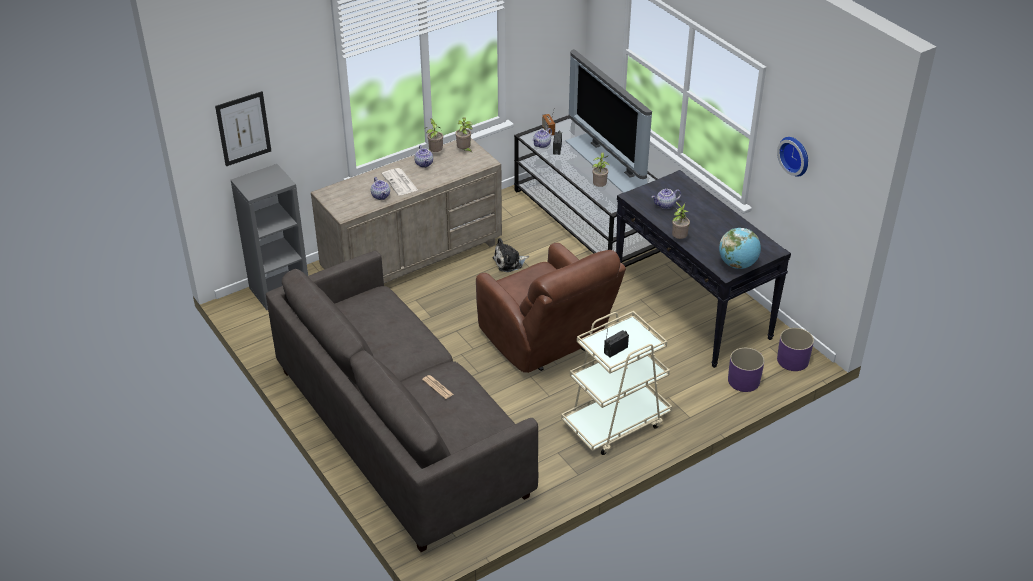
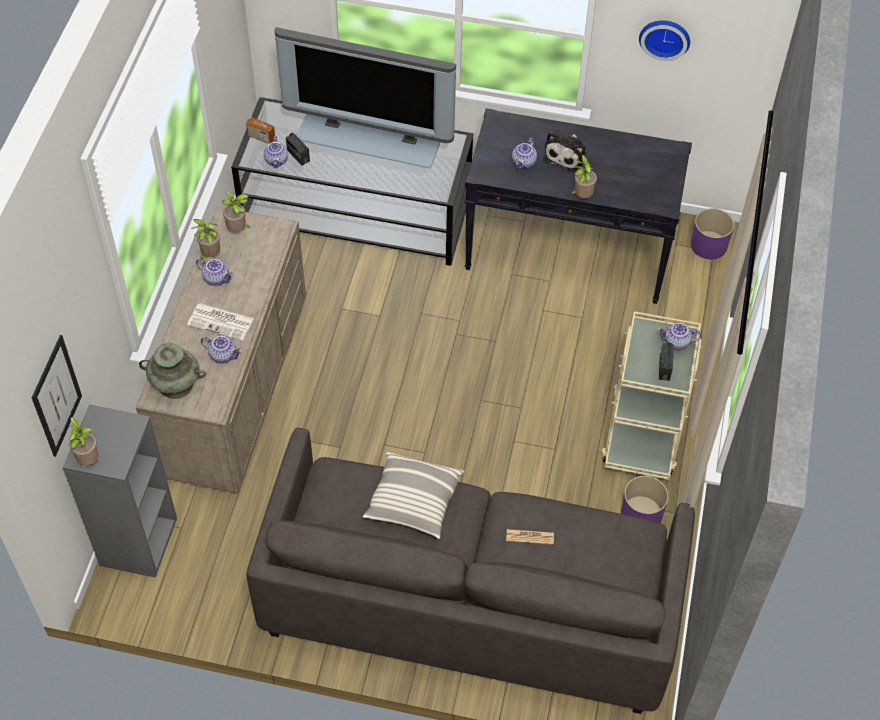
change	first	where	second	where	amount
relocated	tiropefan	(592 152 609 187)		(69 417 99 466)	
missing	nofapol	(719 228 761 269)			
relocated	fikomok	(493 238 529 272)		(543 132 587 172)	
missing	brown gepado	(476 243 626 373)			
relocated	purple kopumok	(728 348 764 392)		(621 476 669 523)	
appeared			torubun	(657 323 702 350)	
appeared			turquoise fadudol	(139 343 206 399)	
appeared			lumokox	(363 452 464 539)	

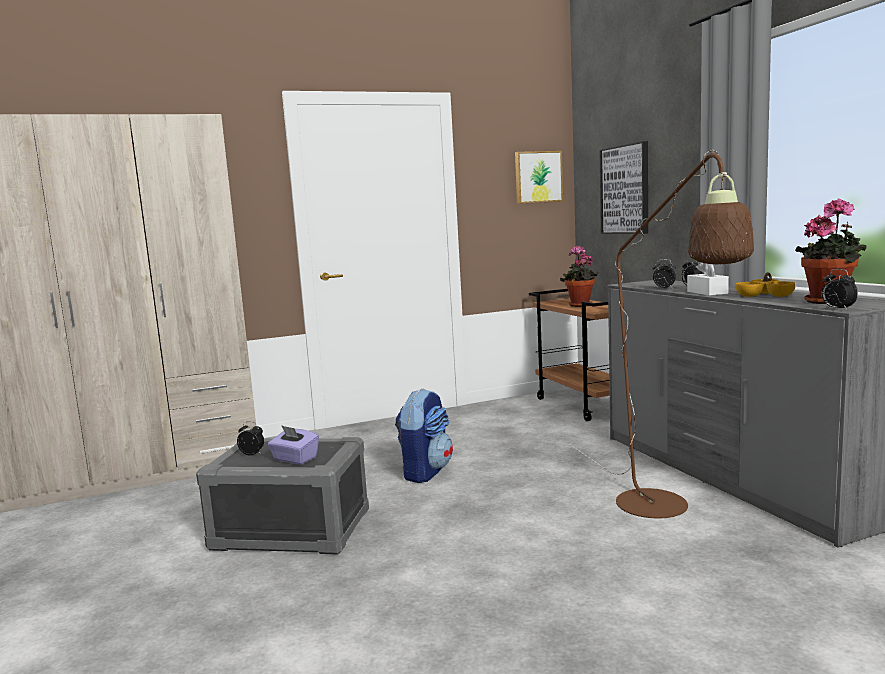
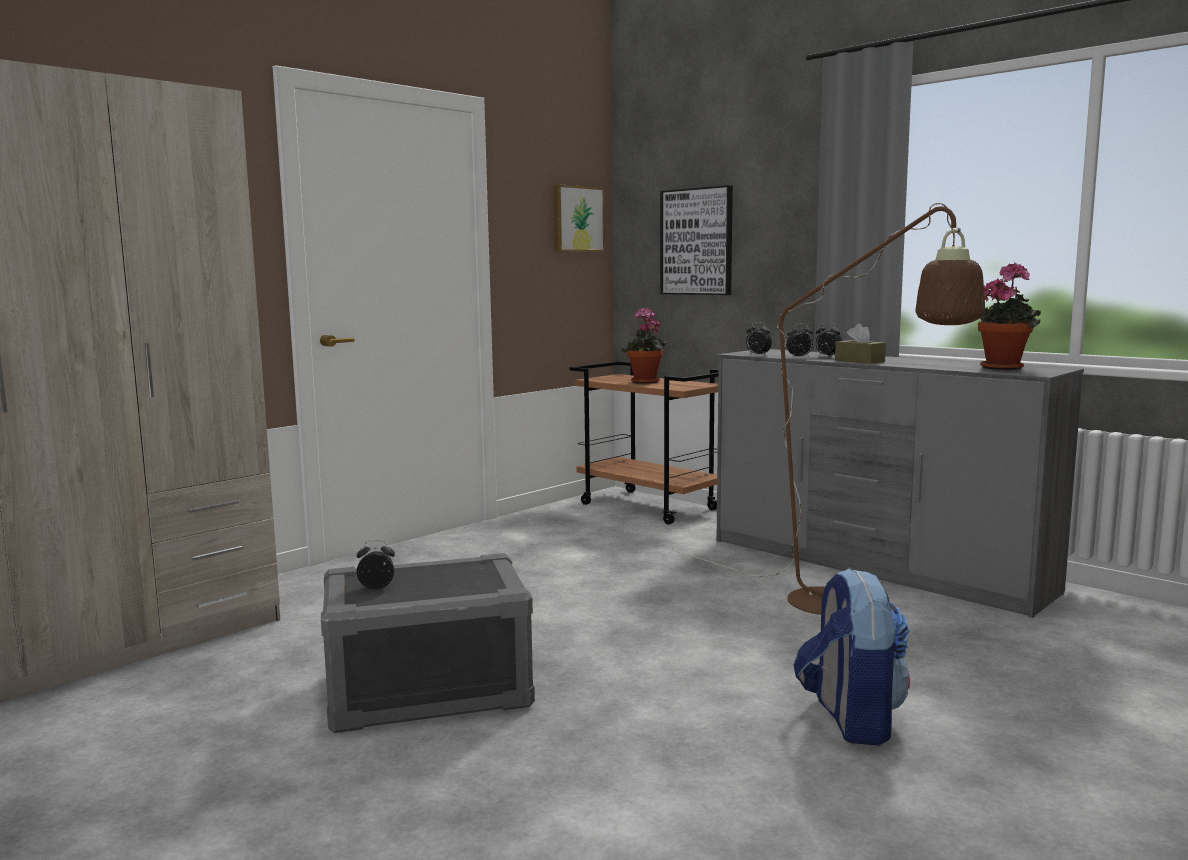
change	first	where	second	where	amount
colour	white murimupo	(687 262 729 296)	brown murimupo	(835 323 886 364)	
relocated	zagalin	(821 269 858 310)		(746 322 772 355)	
missing	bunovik	(736 272 796 297)			
relocated	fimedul	(395 388 453 483)		(794 568 910 745)	
missing	purple murimupo	(268 425 319 465)			

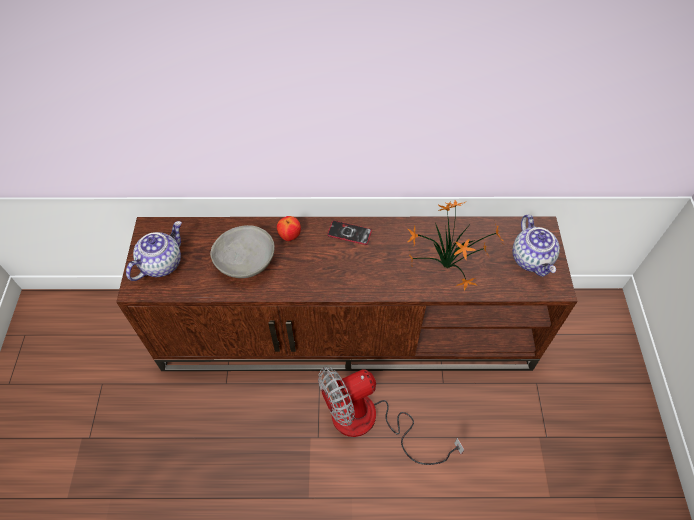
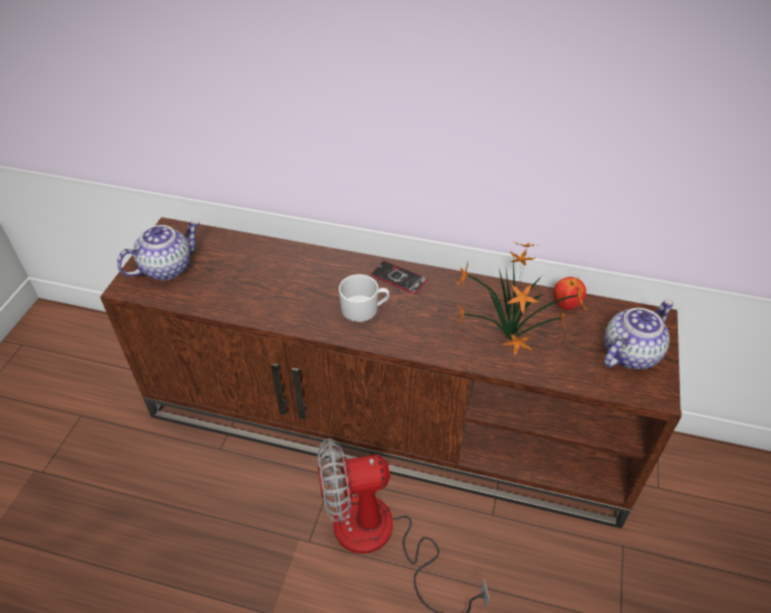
change	first	where	second	where	amount
spun	torubun	(512 215 560 277)		(604 300 674 369)	135 degrees counterclockwise
relocated	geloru	(277 216 301 241)		(554 277 586 310)	
missing	grey bunovik	(210 225 275 278)			
appeared			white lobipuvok	(339 274 390 322)	

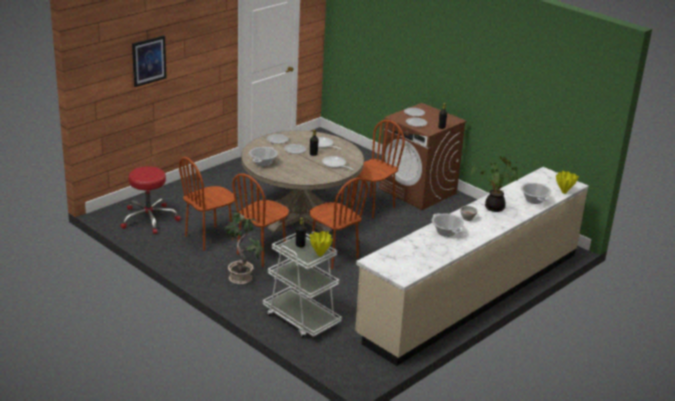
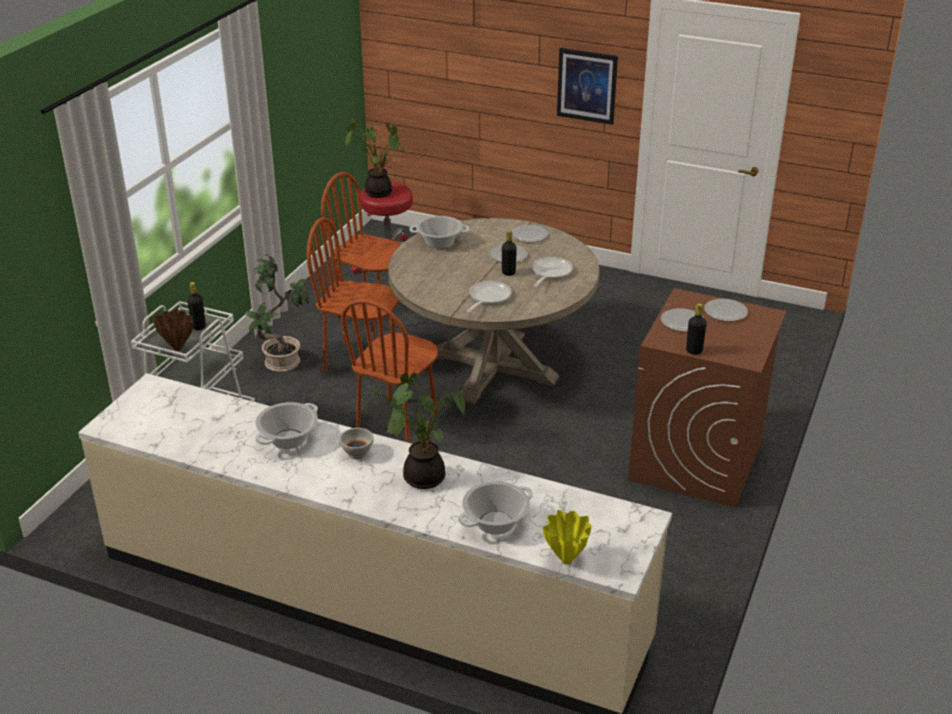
change	first	where	second	where	amount
relocated	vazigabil	(132 35 166 87)		(557 48 618 125)	
missing	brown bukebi	(350 120 405 219)			
colour	yellow fadudol	(309 231 333 256)	brown fadudol	(153 309 193 351)	
appeared			tiropefan	(346 118 407 198)	

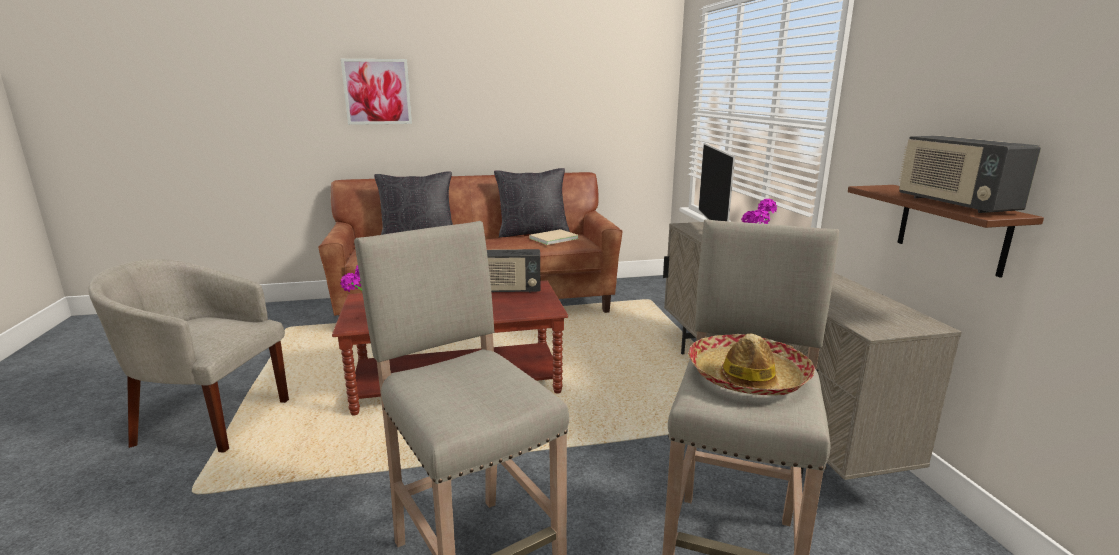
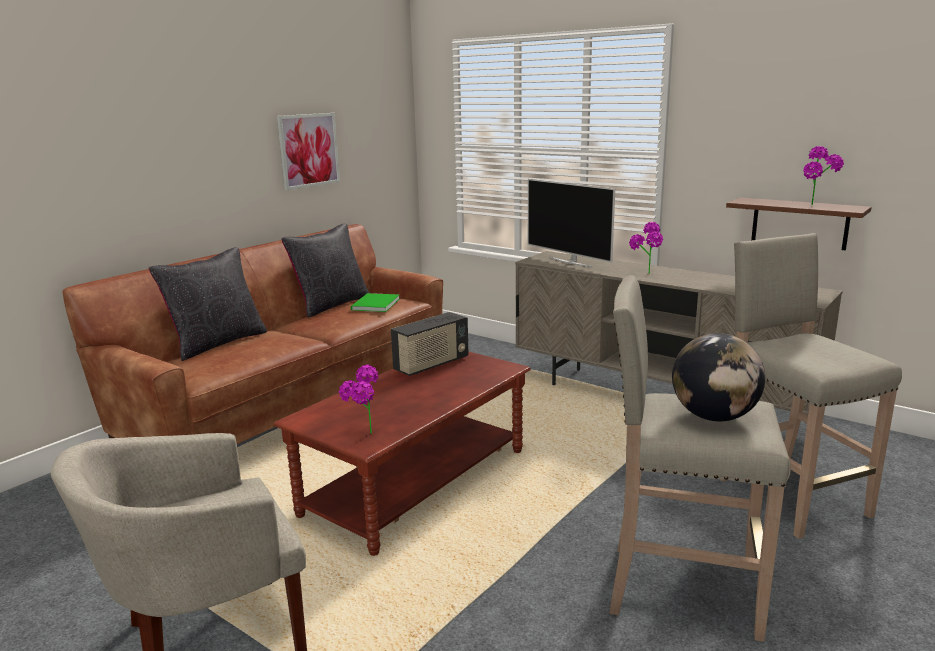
change	first	where	second	where	amount
relocated	vazigabil	(341 59 412 125)		(277 113 340 190)	
exchanged	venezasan	(899 136 1041 213)	tiropefan	(803 146 844 205)	
colour	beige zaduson	(529 229 578 245)	green zaduson	(351 293 399 312)	
missing	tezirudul	(688 334 815 395)			
appeared			nofapol	(672 333 765 421)	

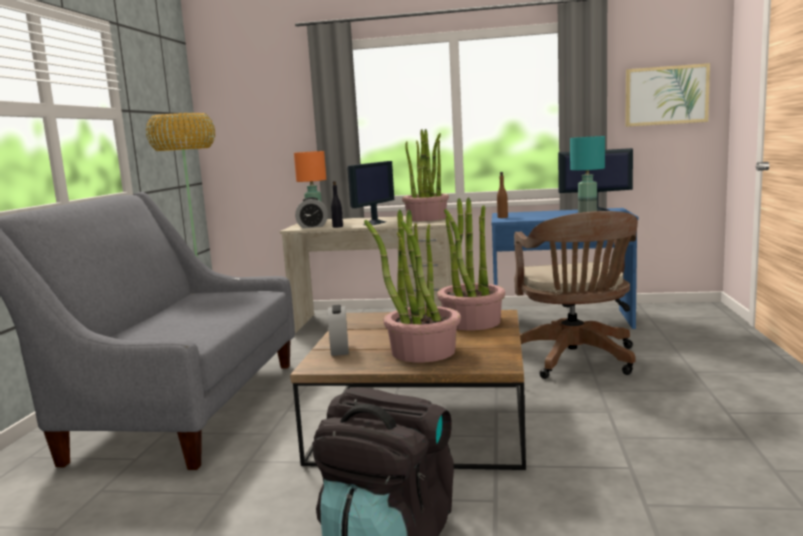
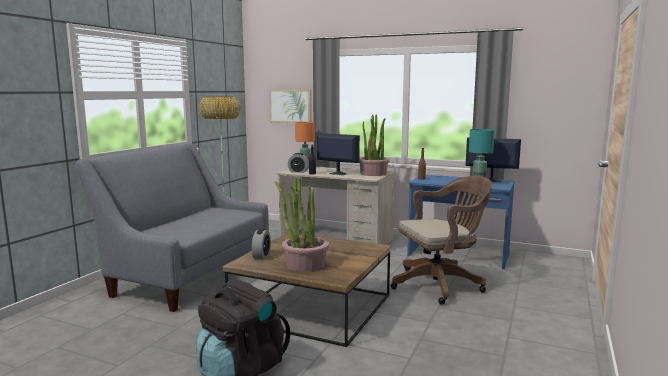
change	first	where	second	where	amount
relocated	vazigabil	(625 63 710 127)		(269 90 312 123)	
spun	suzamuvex	(347 161 394 225)		(317 133 360 175)	105 degrees counterclockwise
missing	tiropefan	(437 197 505 331)			
spun	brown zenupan	(514 211 638 379)		(391 176 492 304)	120 degrees counterclockwise

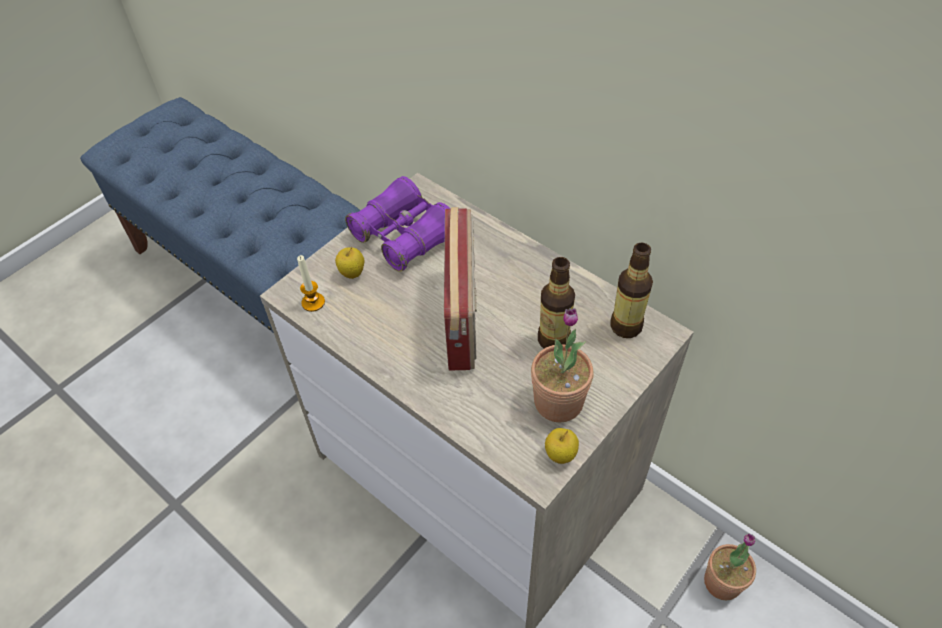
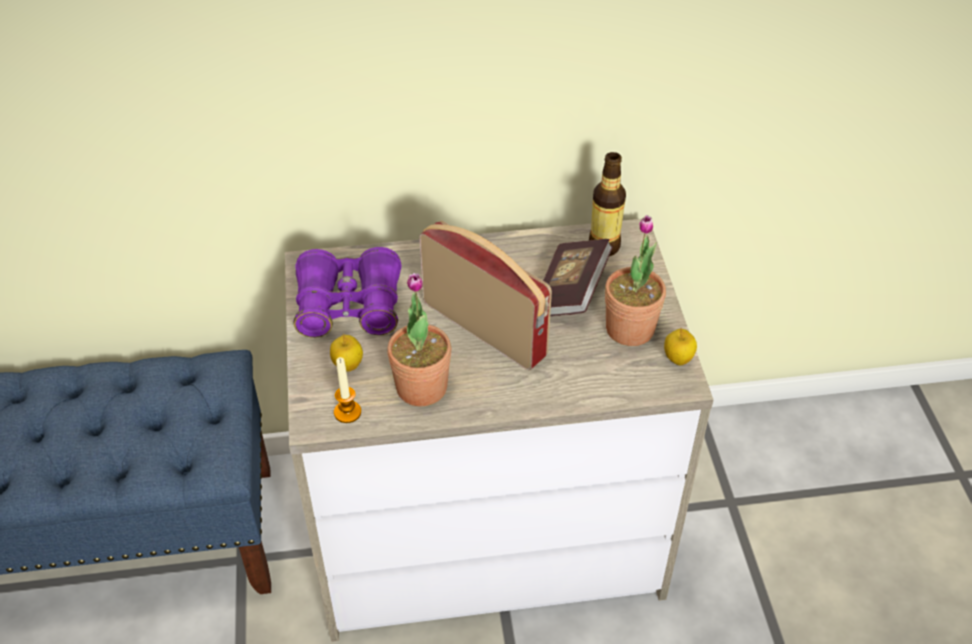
change	first	where	second	where	amount
exchanged	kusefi	(538 257 575 348)	zaduson	(543 239 613 316)	
relocated	tiropefan	(704 533 756 600)		(387 273 451 407)	

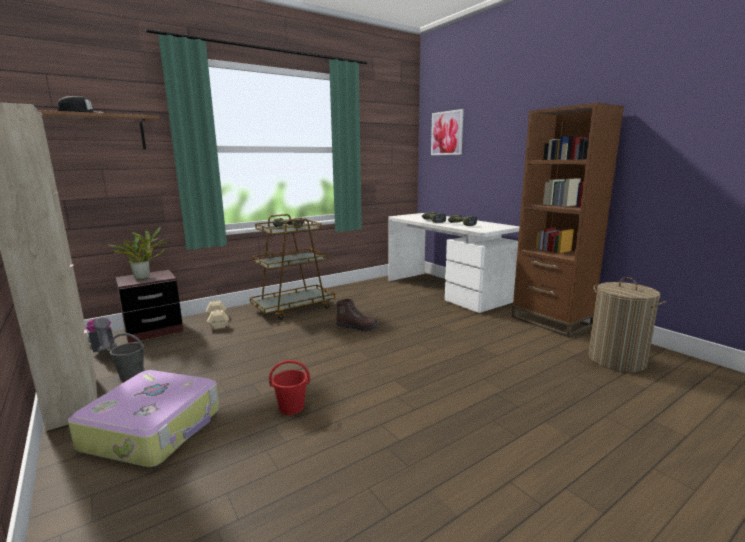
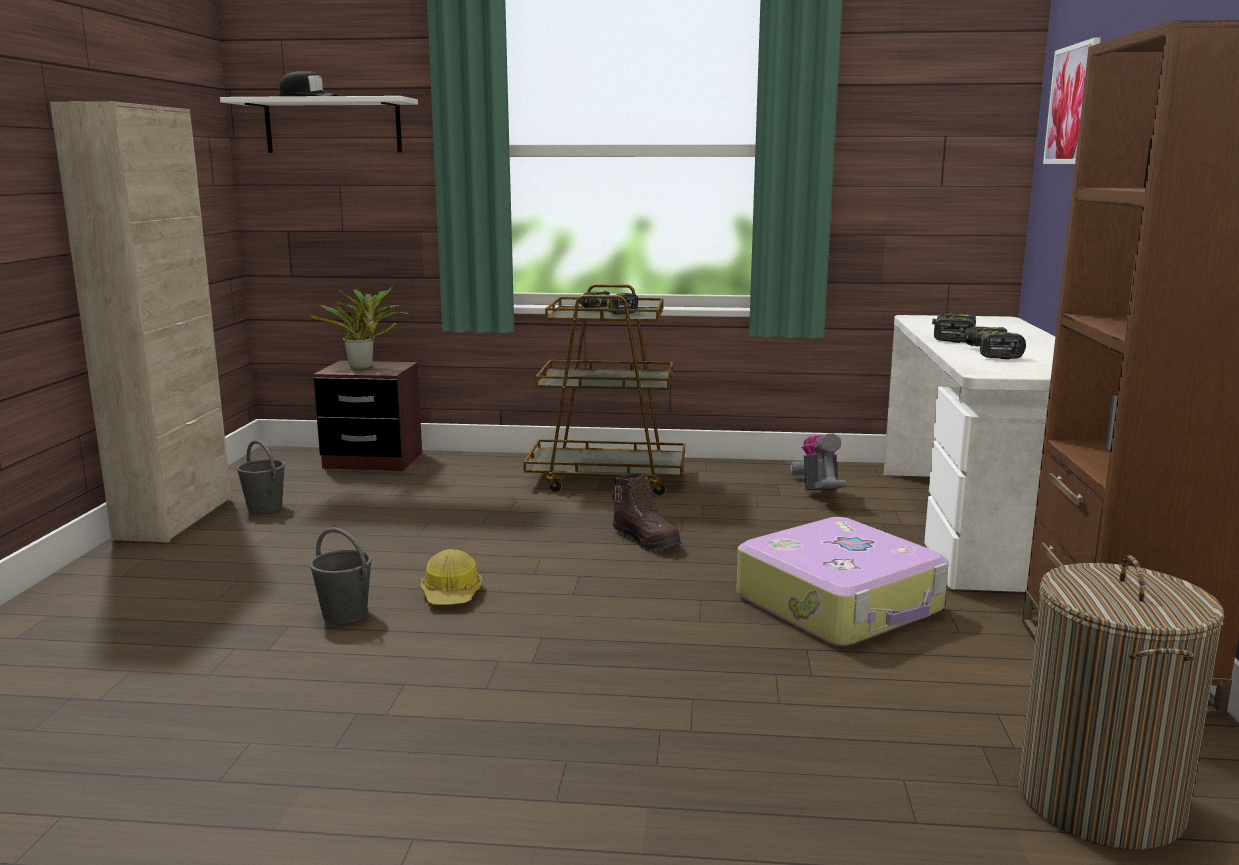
change	first	where	second	where	amount
colour	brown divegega	(38 110 159 150)	white divegega	(220 96 418 153)	
missing	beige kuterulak	(206 301 229 330)			
relocated	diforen	(86 317 117 353)		(790 433 846 490)	
colour	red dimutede	(269 360 310 415)	grey dimutede	(309 527 372 624)	
relocated	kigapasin	(68 370 219 467)		(736 517 949 647)	
appeared			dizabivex	(421 549 482 605)	

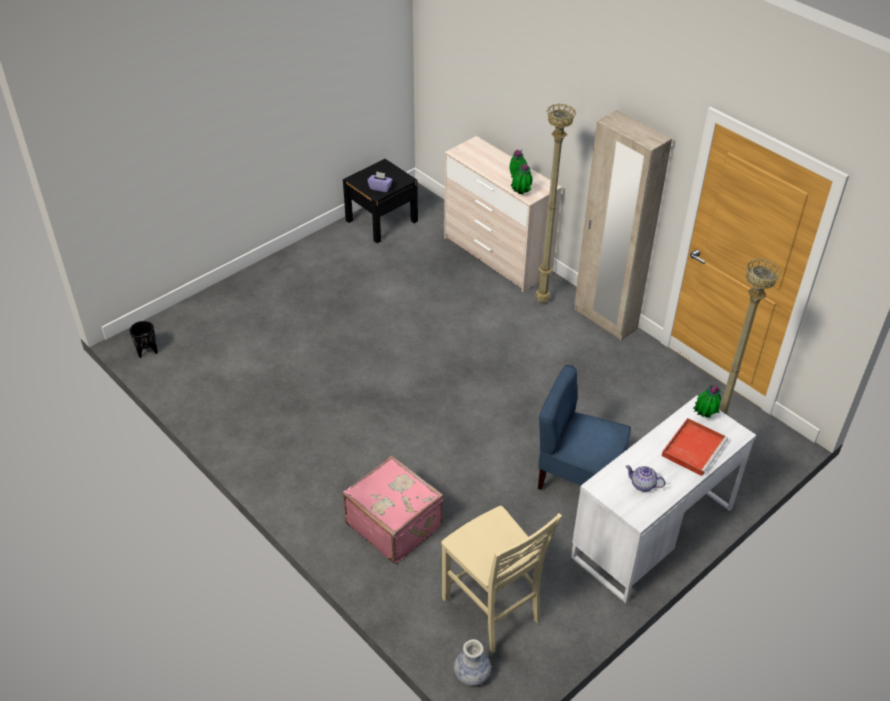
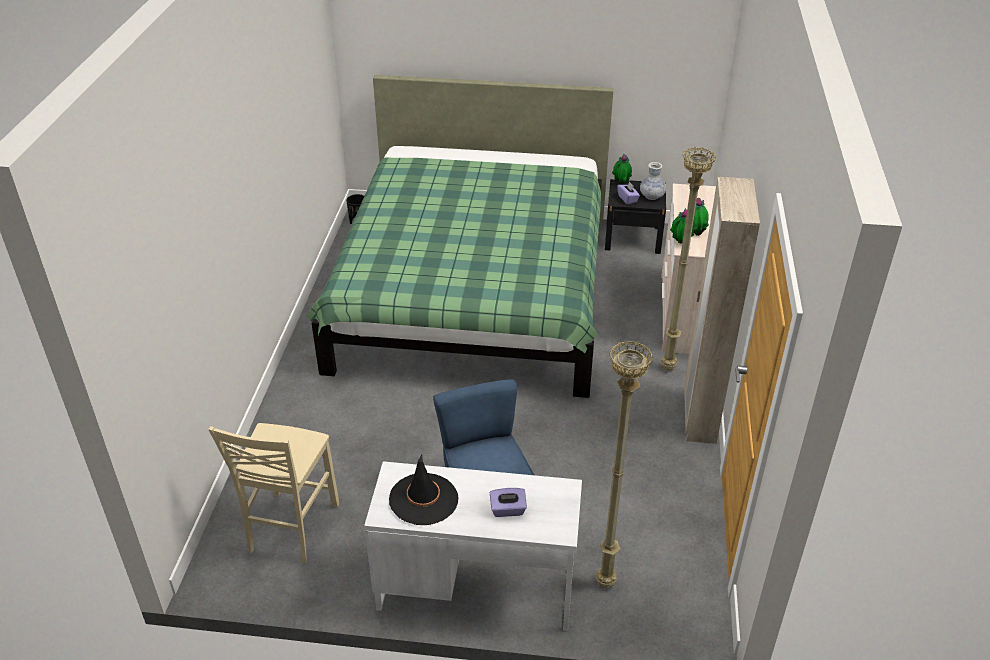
change	first	where	second	where	amount
relocated	tiropefan	(693 384 721 418)		(612 153 632 184)	
exchanged	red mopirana	(662 418 728 476)	purple murimupo	(490 488 527 517)	
missing	pink kigapasin	(343 456 444 564)			
exchanged	torubun	(625 465 665 492)	black tezirudul	(389 455 458 525)	
relocated	fadudol	(454 639 491 686)		(640 162 666 200)	
appeared			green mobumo	(306 75 614 398)	

